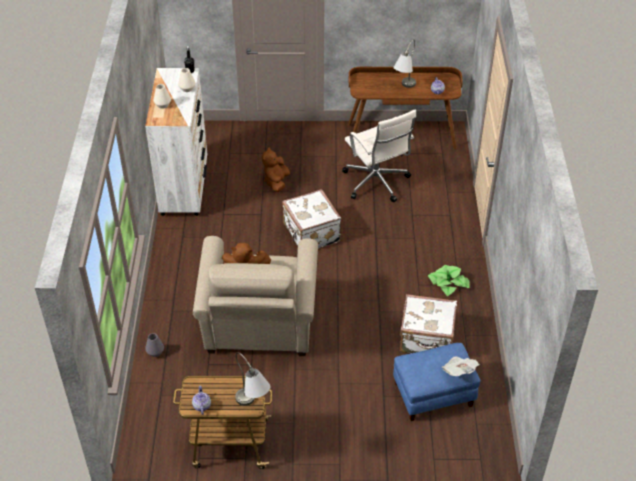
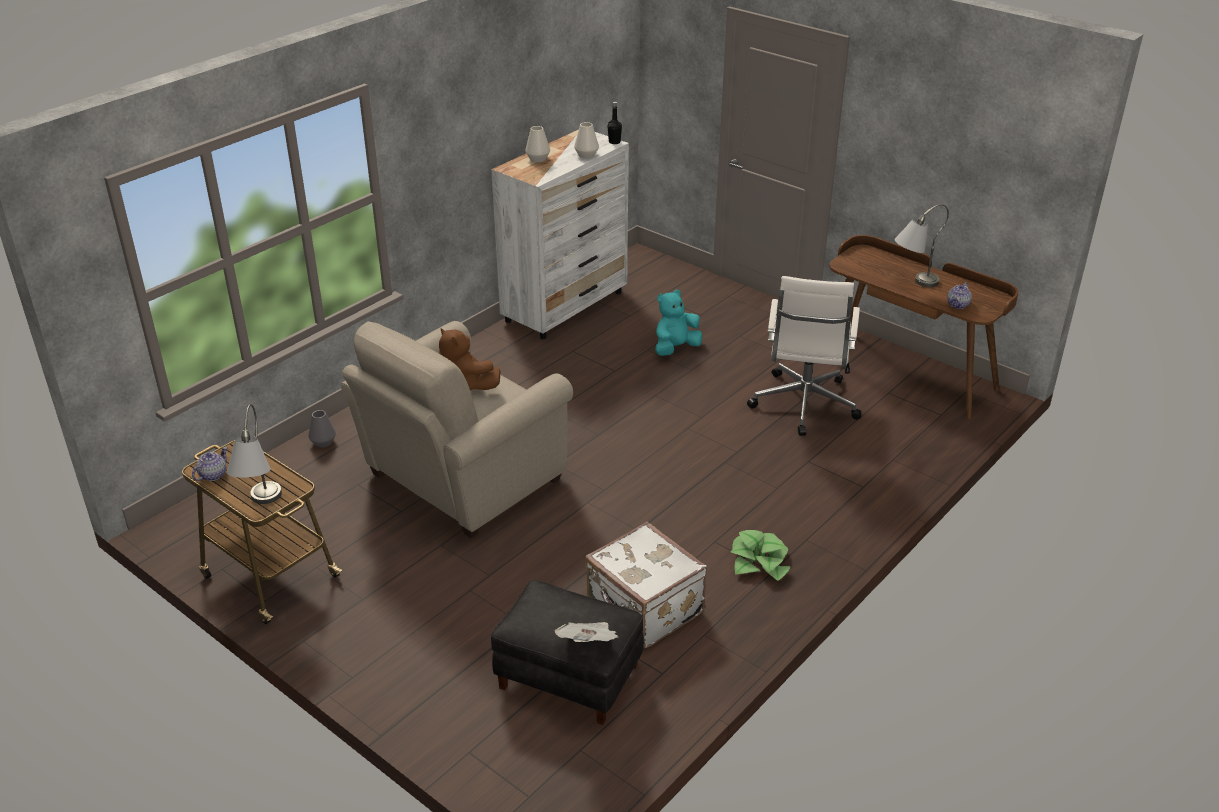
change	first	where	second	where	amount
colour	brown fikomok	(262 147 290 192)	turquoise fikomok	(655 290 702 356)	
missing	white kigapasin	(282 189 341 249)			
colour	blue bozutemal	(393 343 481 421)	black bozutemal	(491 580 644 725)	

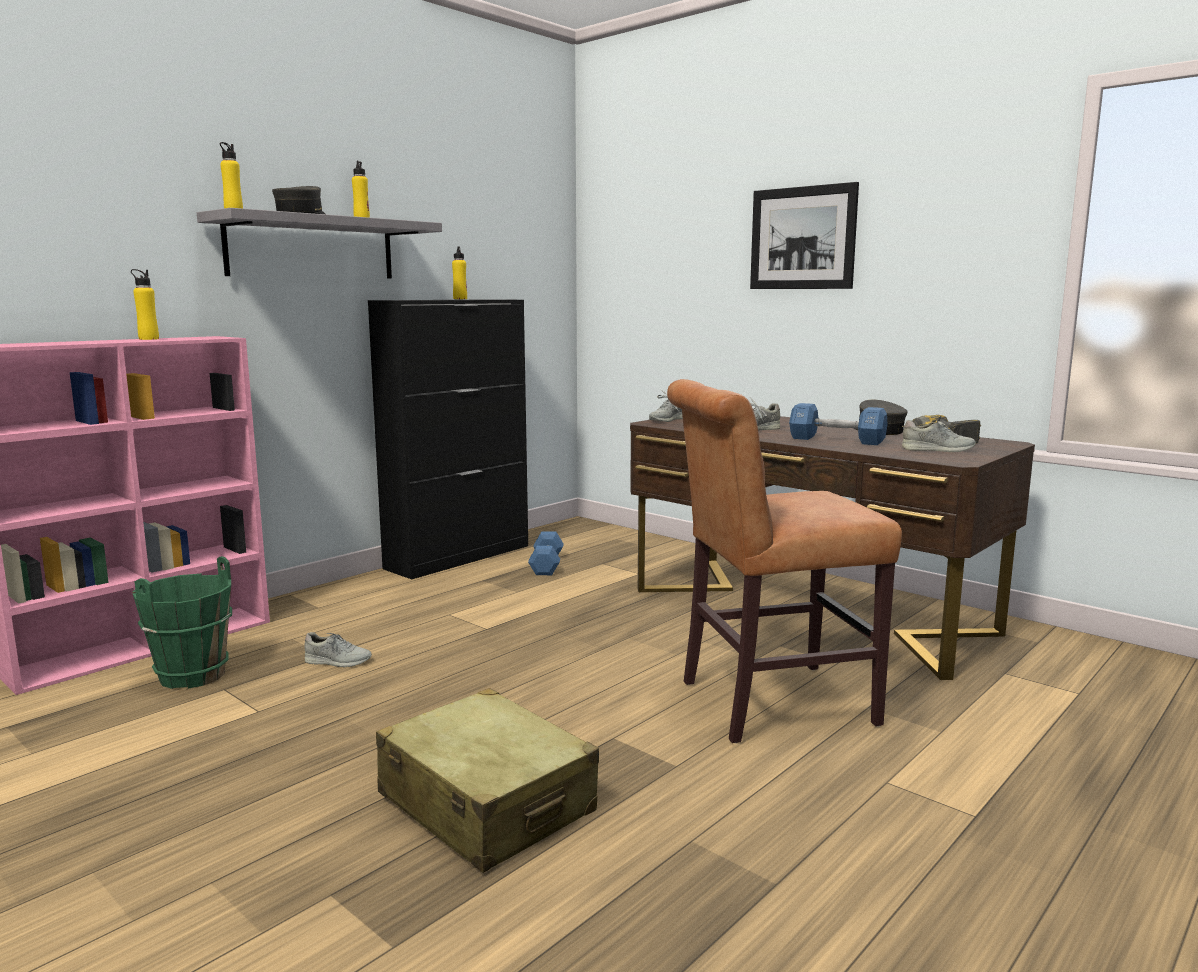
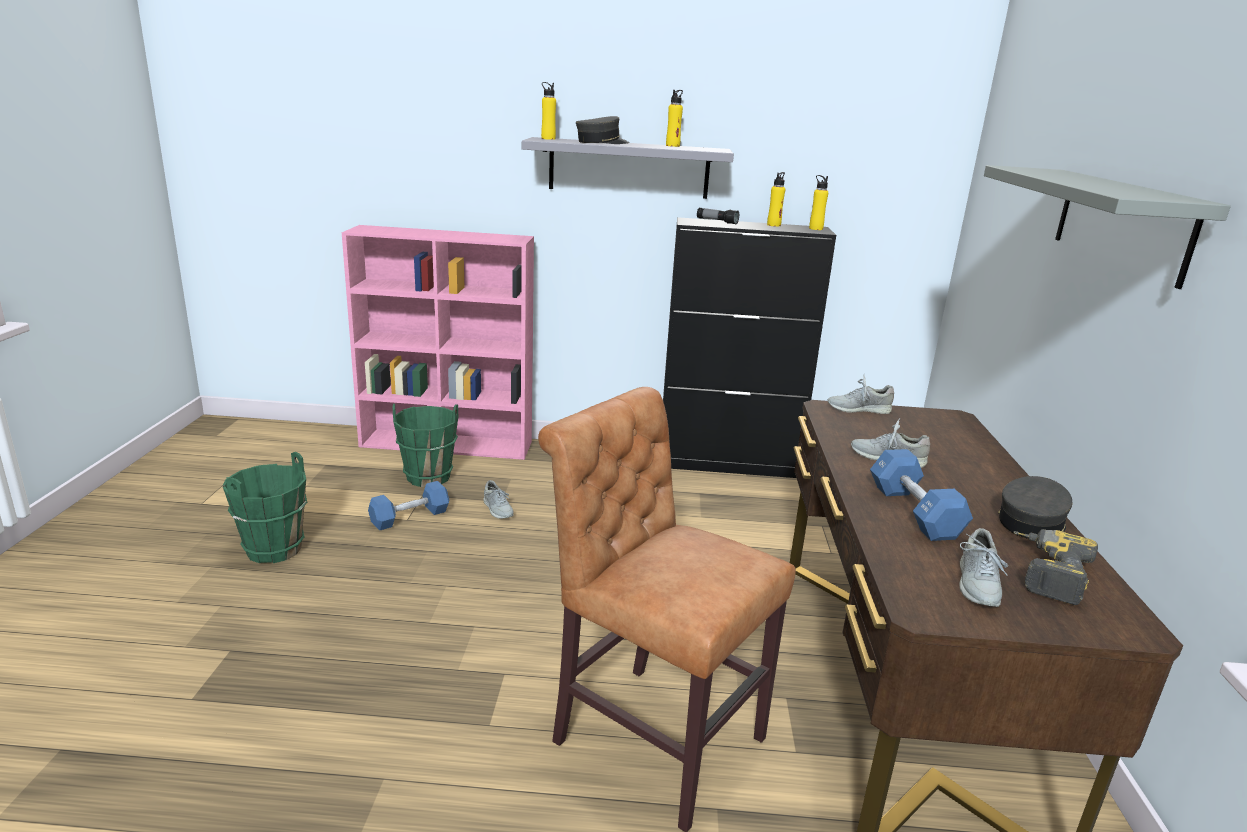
change	first	where	second	where	amount
exchanged	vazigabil	(750 182 859 289)	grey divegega	(984 165 1231 289)	
relocated	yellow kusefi	(131 269 159 340)		(809 175 828 230)	
spun	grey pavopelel	(902 416 976 452)		(959 528 1009 607)	45 degrees clockwise
relocated	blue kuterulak	(528 531 564 575)		(368 481 449 530)	
missing	beige kigapasin	(376 688 599 873)			
appeared			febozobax	(697 208 739 225)	
appeared			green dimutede	(222 452 307 563)	

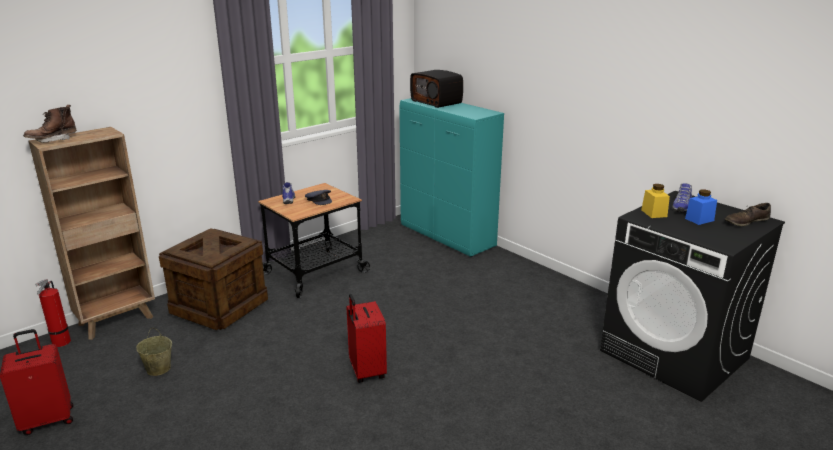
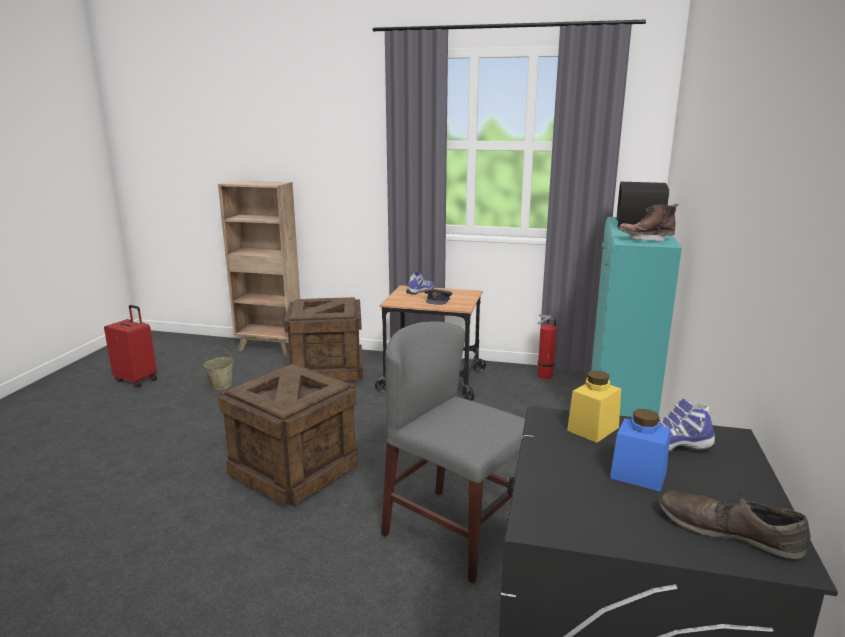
change	first	where	second	where	amount
relocated	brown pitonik	(23 105 77 143)		(618 204 678 242)	
relocated	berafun	(35 279 71 347)		(537 314 556 379)	
exchanged	red kigapasin	(346 294 387 383)	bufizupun	(219 364 358 506)	
appeared			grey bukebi	(381 321 525 584)	

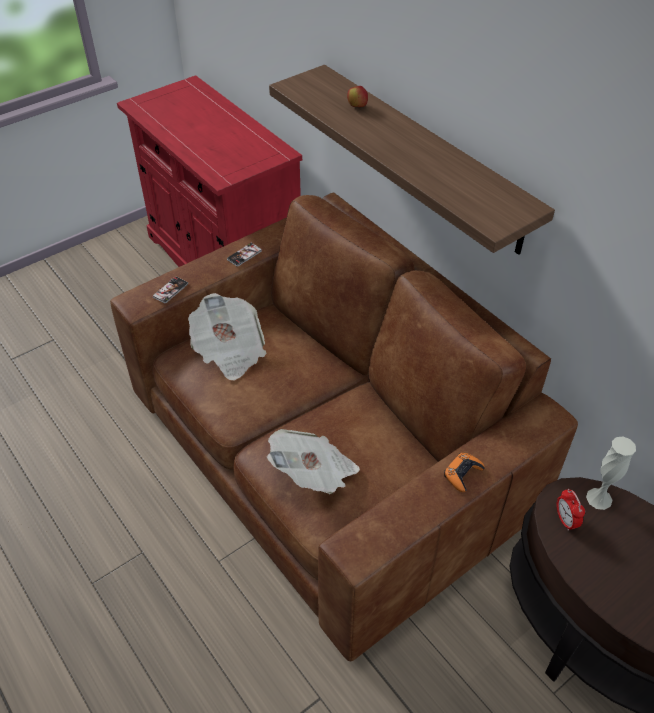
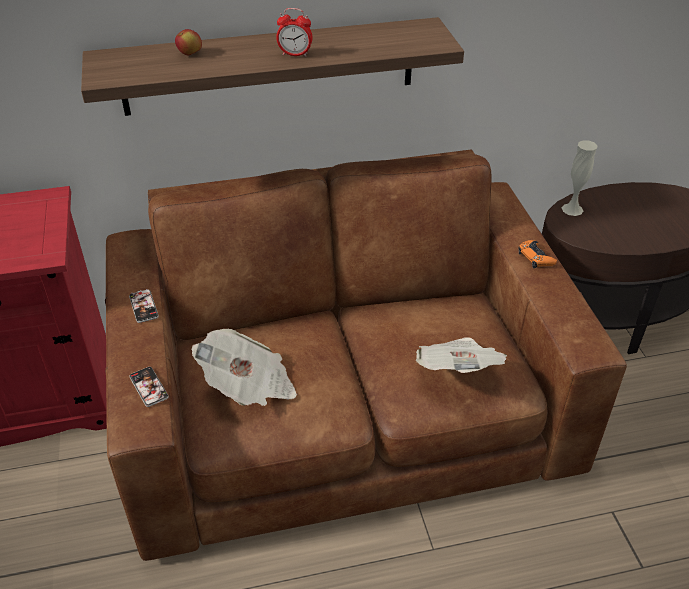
change	first	where	second	where	amount
relocated	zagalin	(556 489 585 531)		(276 8 313 57)	

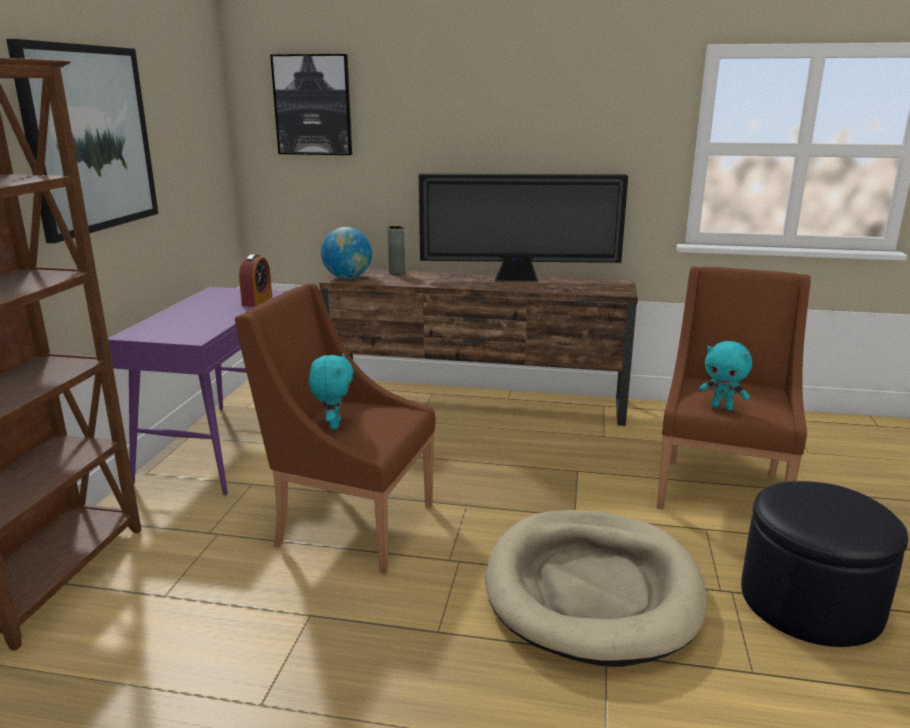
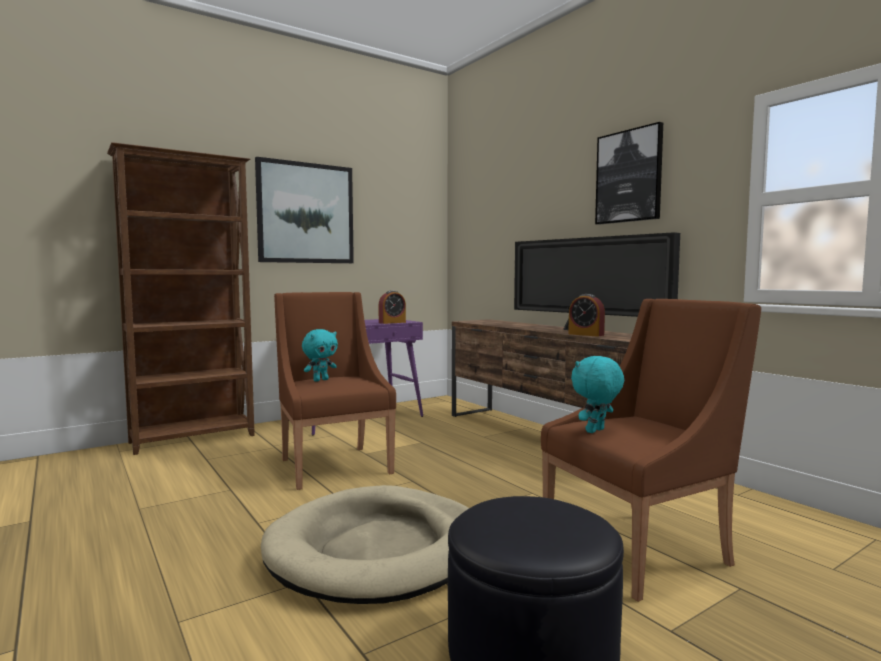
change	first	where	second	where	amount
relocated	vazigabil	(270 54 352 155)		(595 122 663 225)	
missing	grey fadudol	(387 226 405 275)			
missing	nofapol	(321 227 372 279)			
spun	turquoise fikomok	(699 341 752 410)		(571 356 624 433)	60 degrees clockwise
appeared			zagalin	(568 294 605 337)	

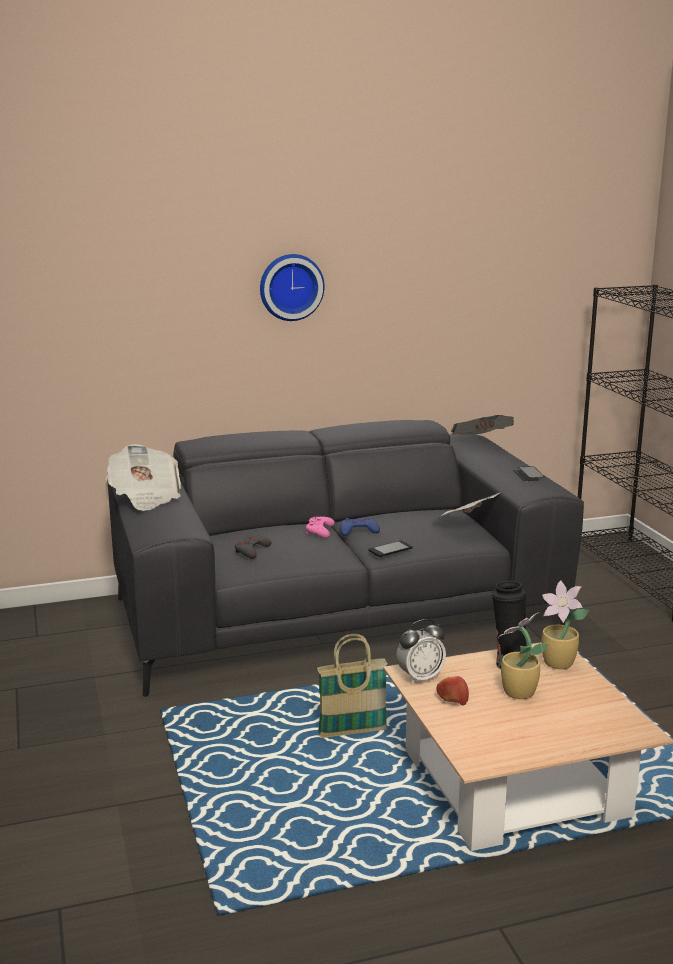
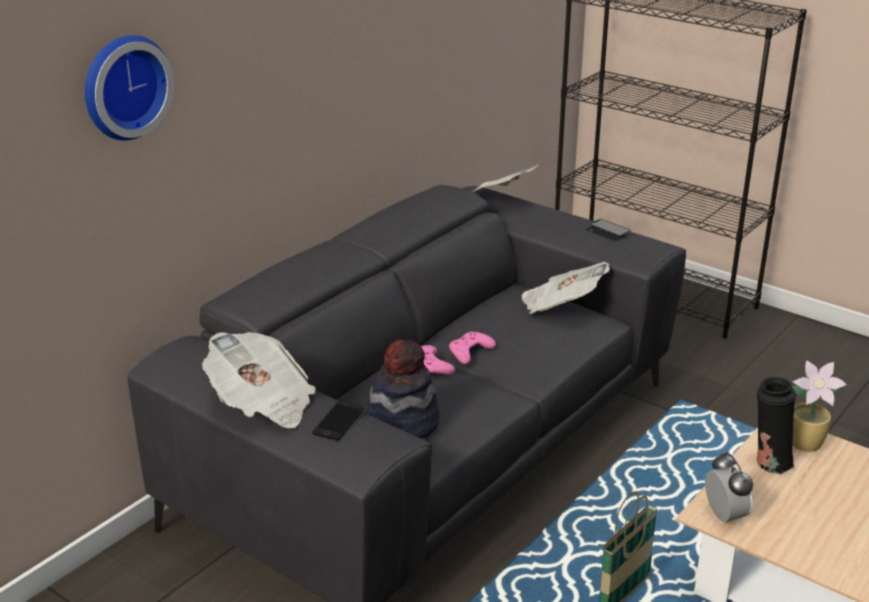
change	first	where	second	where	amount
relocated	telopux	(260 254 325 321)		(85 35 174 141)	
colour	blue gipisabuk	(340 518 380 536)	pink gipisabuk	(449 332 496 364)	
exchanged	grey gipisabuk	(235 535 272 559)	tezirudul	(365 340 440 438)	
relocated	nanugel	(368 541 413 557)		(312 401 364 441)	
missing	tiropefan	(498 612 548 699)			
spun	zagalin	(396 619 446 684)		(705 452 753 525)	45 degrees counterclockwise
missing	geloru	(437 676 469 705)			

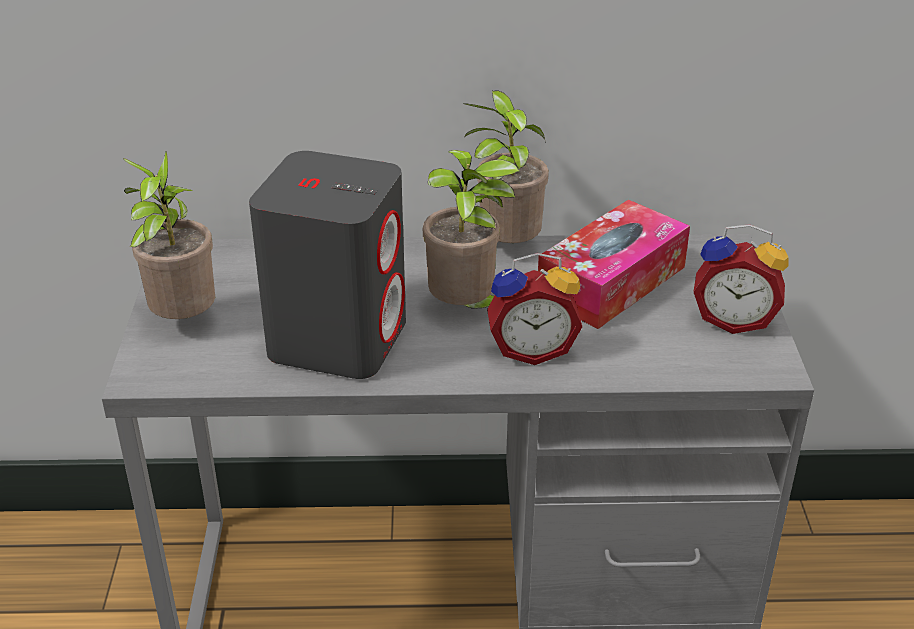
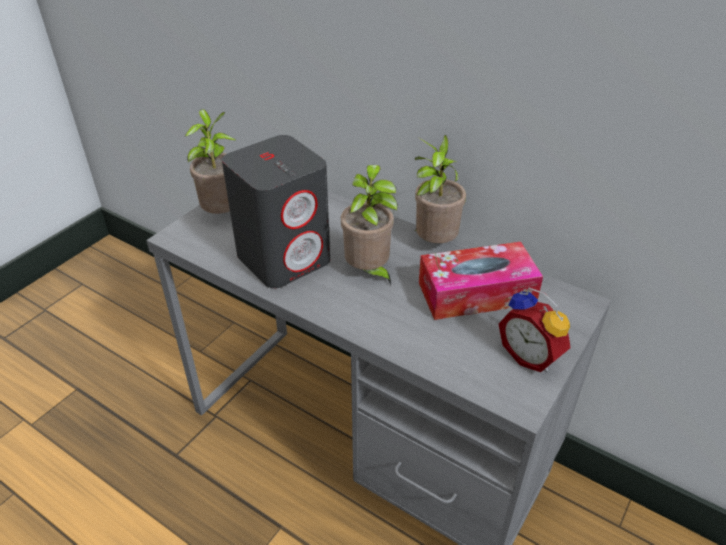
change	first	where	second	where	amount
missing	zagalin	(487 253 582 365)			

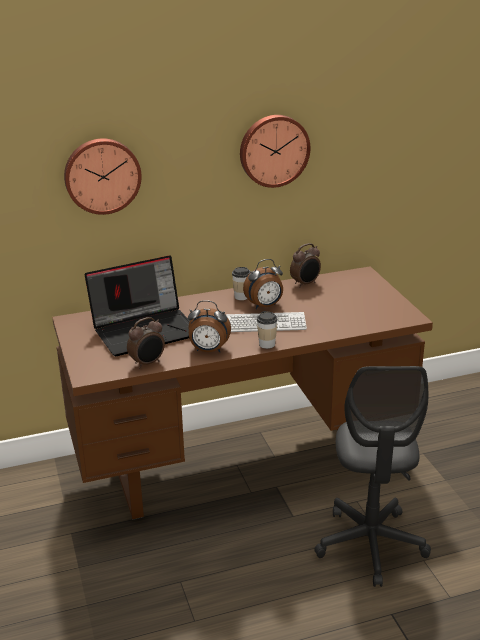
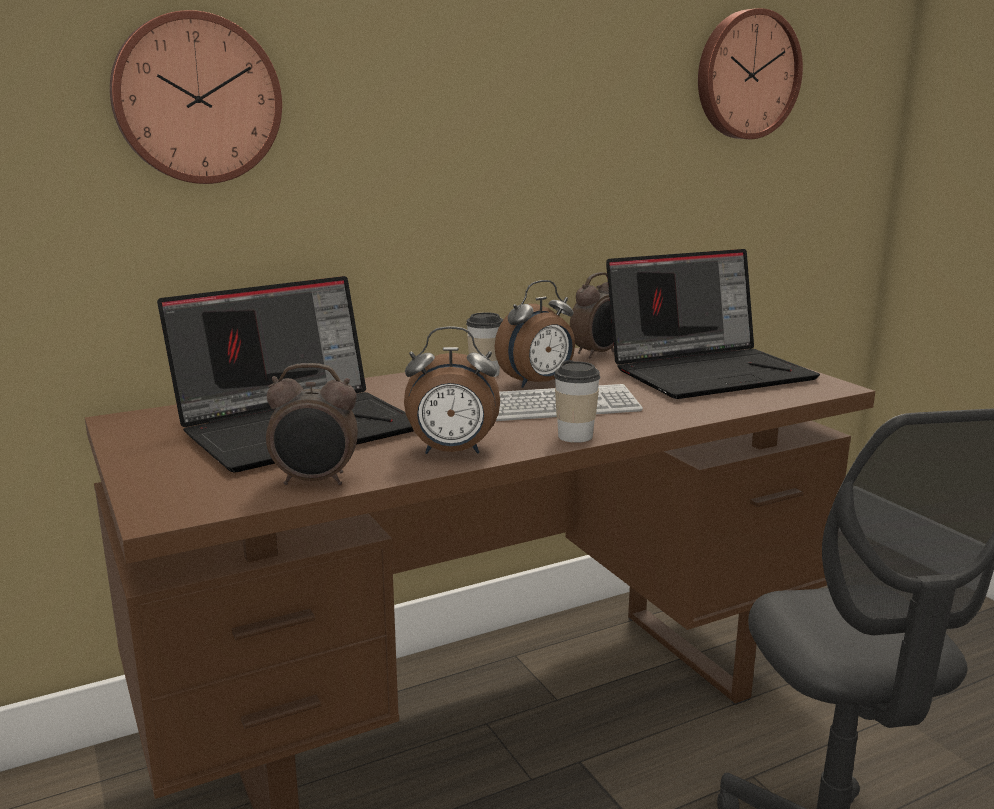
change	first	where	second	where	amount
relocated	telopux	(240 115 310 188)		(698 8 803 139)	
spun	zagalin	(127 317 165 369)		(266 363 358 485)	45 degrees clockwise
appeared			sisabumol	(606 249 820 399)	

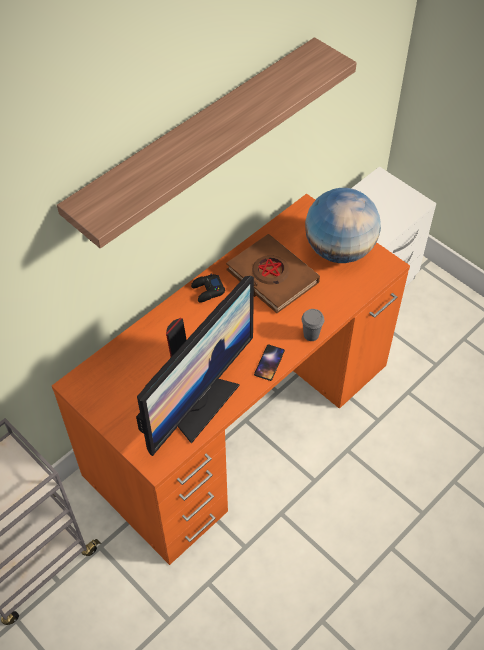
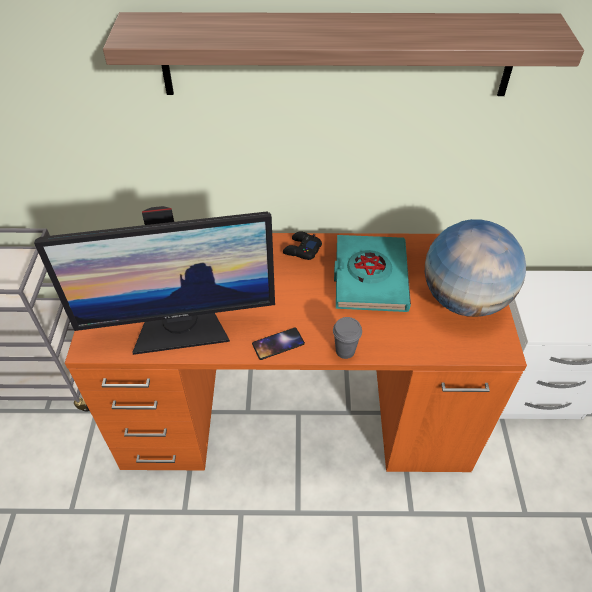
change	first	where	second	where	amount
colour	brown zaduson	(226 234 320 313)	turquoise zaduson	(334 235 411 312)	

